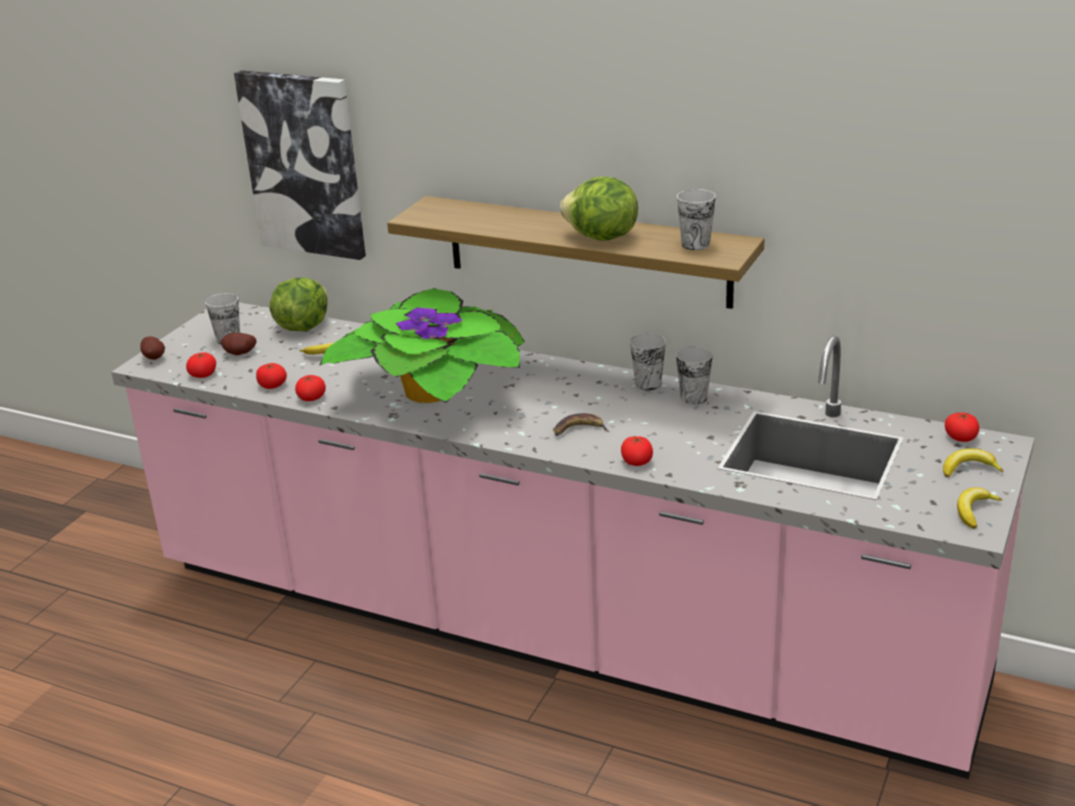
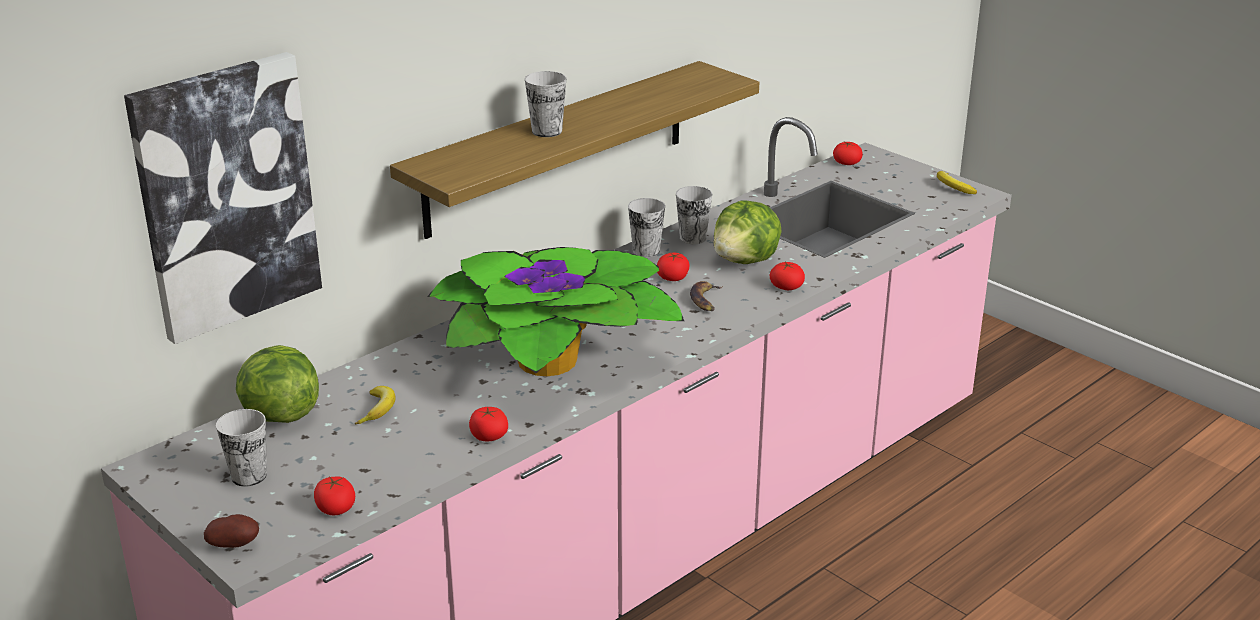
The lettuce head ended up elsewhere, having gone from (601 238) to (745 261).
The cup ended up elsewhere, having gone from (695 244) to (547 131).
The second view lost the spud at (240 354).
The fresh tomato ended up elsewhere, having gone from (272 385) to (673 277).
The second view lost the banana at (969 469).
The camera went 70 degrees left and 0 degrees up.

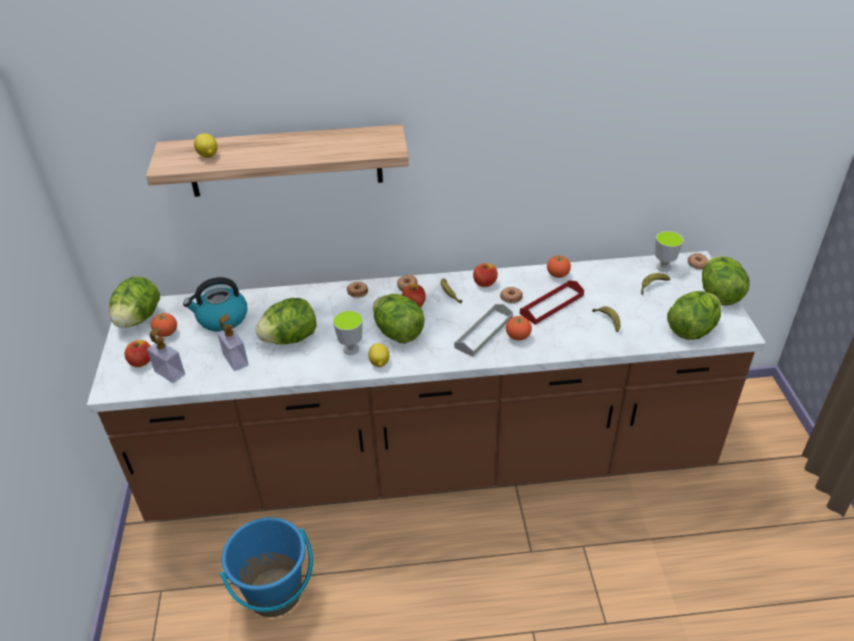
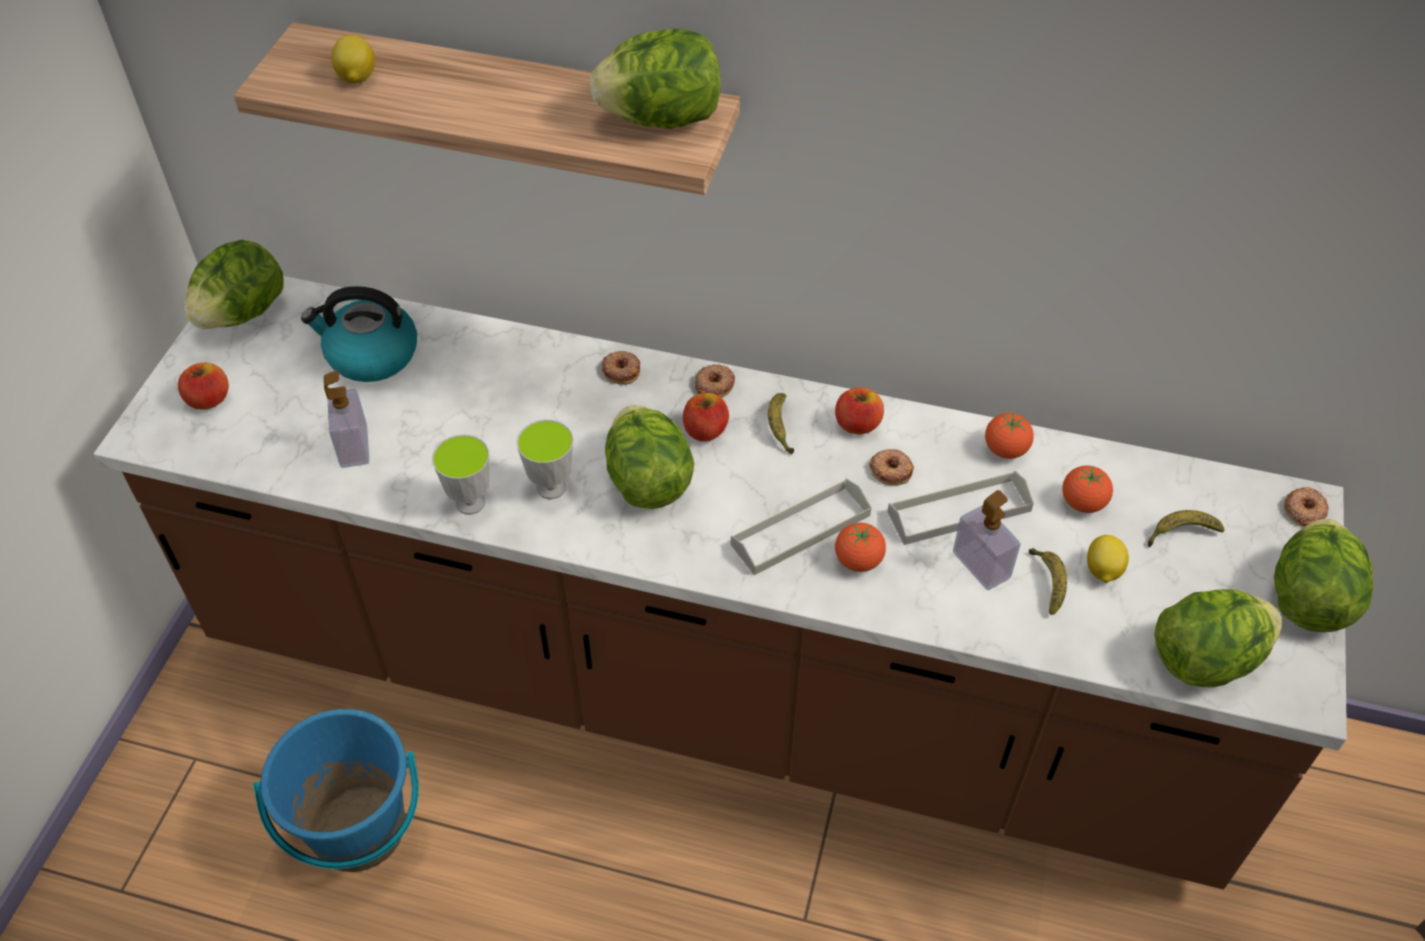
The cup ended up elsewhere, having gone from (663 267) to (470 502).
What was the tray (red) at (552 304) turned into the tray (gray) at (959 511).
The lettuce head ended up elsewhere, having gone from (290 338) to (661 119).
The fresh tomato ended up elsewhere, having gone from (166 333) to (1082 503).
The liquid soap bottle ended up elsewhere, having gone from (169 373) to (981 565).
The whole lemon ended up elsewhere, having gone from (379 363) to (1102 571).
The camera went 20 degrees right and 10 degrees up.

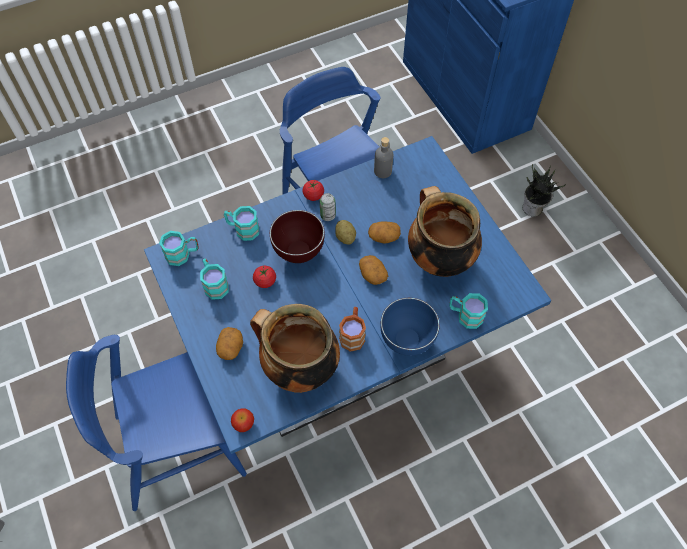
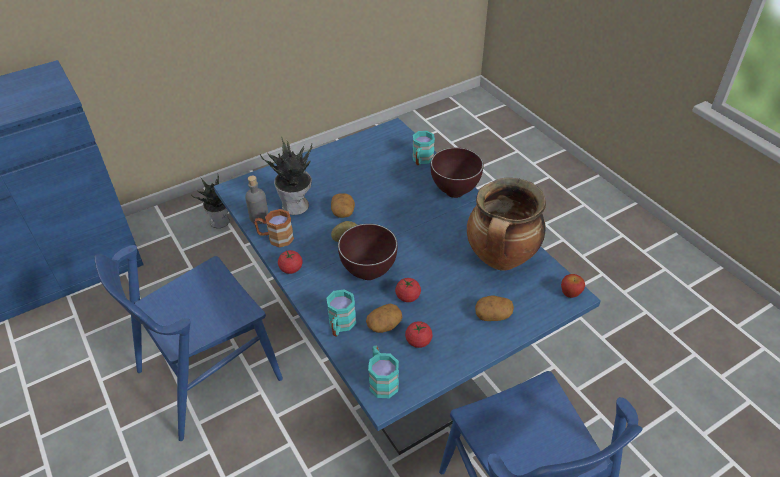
The second view lost the cooking pot at (438 259).
The second view lost the sealed can at (328 215).
The spud ended up elsewhere, having gone from (372 274) to (384 325).
Where the mug (turquoise) stood at (214 284), the fresh tomato came to stand at (418 341).
What was the bowl (bluish) at (405 340) turned into the bowl (brownish) at (454 193).
The mug (brownish) ended up elsewhere, having gone from (353 334) to (275 238).
The second view gained the potted plant at (296 206).
The camera went 95 degrees left and 15 degrees down.

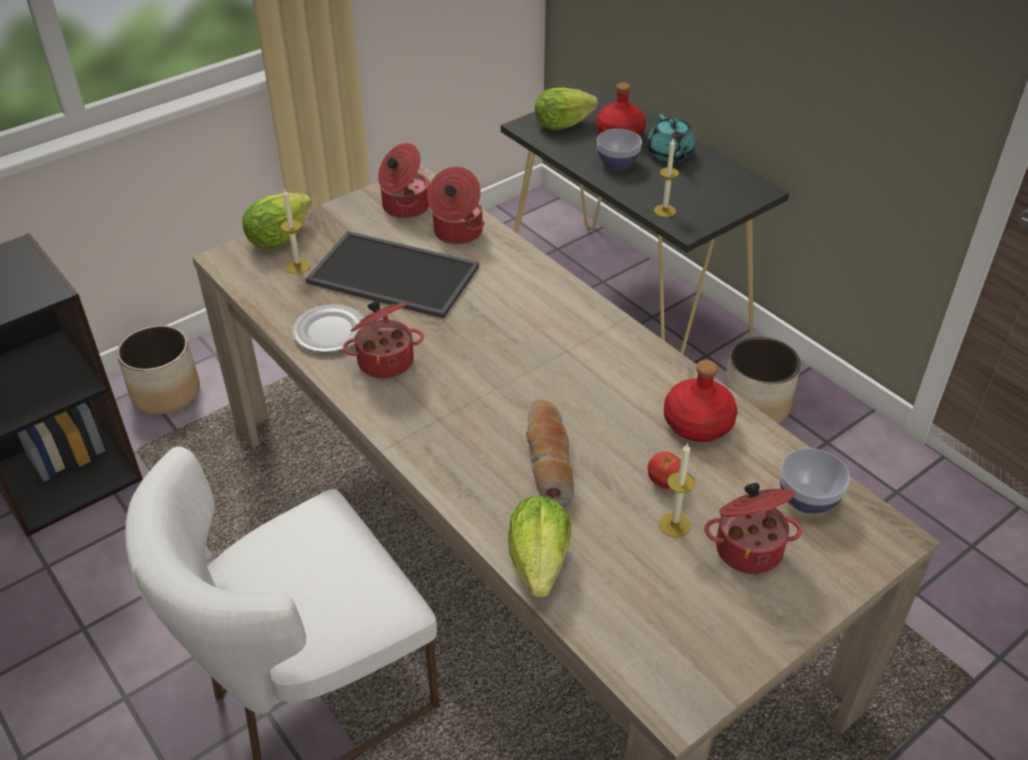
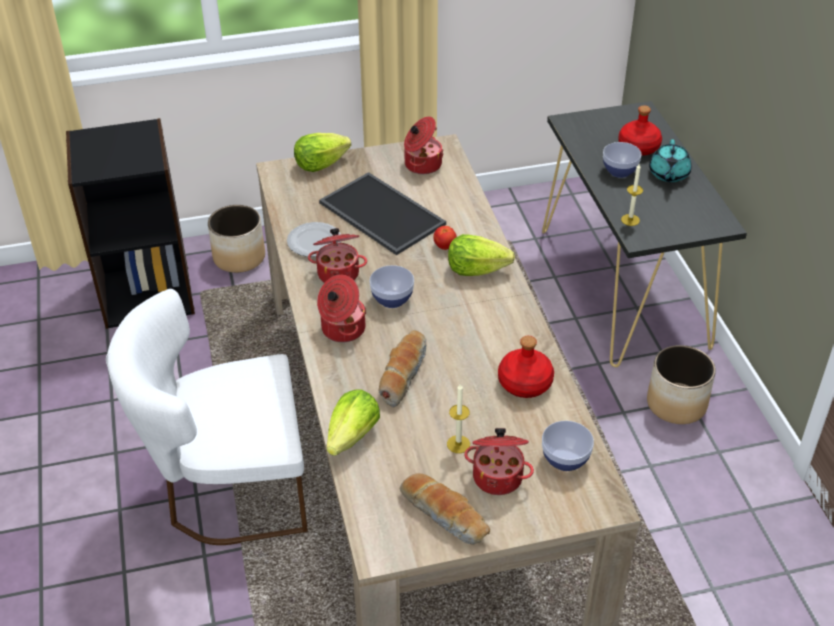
The lettuce head ended up elsewhere, having gone from (562 124) to (476 269).
The cooking pot ended up elsewhere, having gone from (457 232) to (342 329).
The second view lost the wax candle at (297 266).
The fresh tomato ended up elsewhere, having gone from (665 482) to (444 246).
The second view gained the bowl at (392 299).
The second view gained the bakery bread at (445 515).
The camera went 25 degrees right and 0 degrees up.

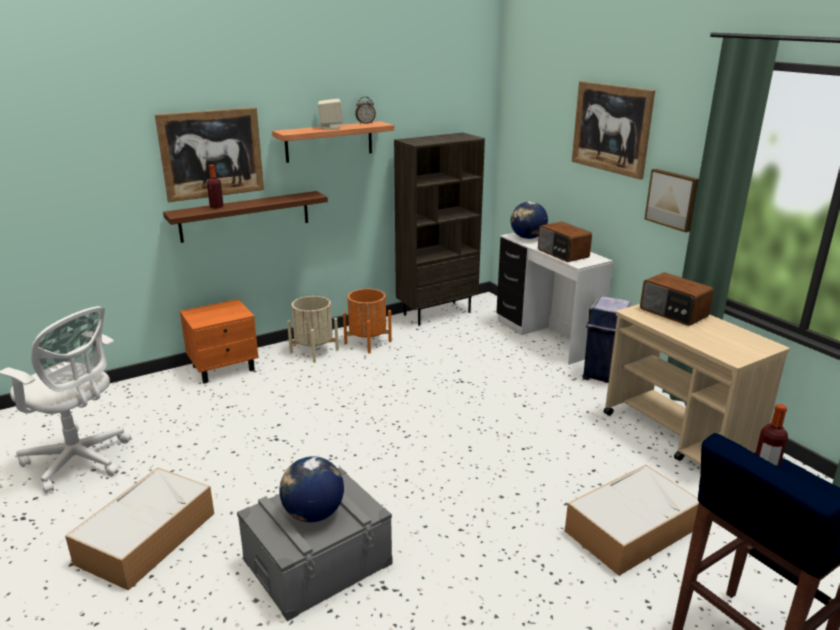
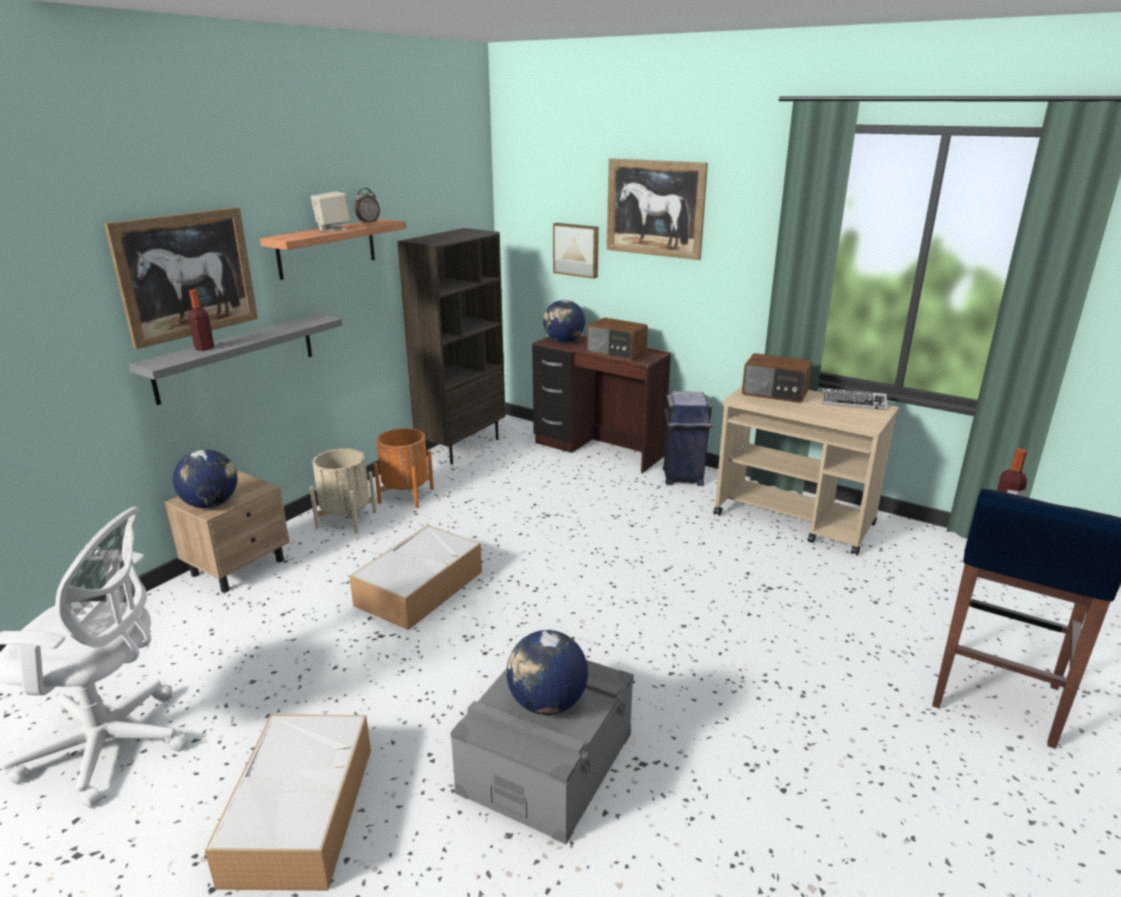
The picture ended up elsewhere, having gone from (672 199) to (577 250).
What was the wall shelf (brownish) at (245 216) turned into the wall shelf (gray) at (236 357).
What was the desk unit (whitish) at (545 337) turned into the desk unit (brownish) at (597 450).
What was the night table (orange-coloured) at (224 368) turned into the night table (beige) at (239 567).
The storage bin ended up elsewhere, having gone from (631 529) to (420 587).
The second view gained the PC keyboard at (853 403).
The second view gained the globe at (211 504).
The camera went 25 degrees left and 0 degrees up.

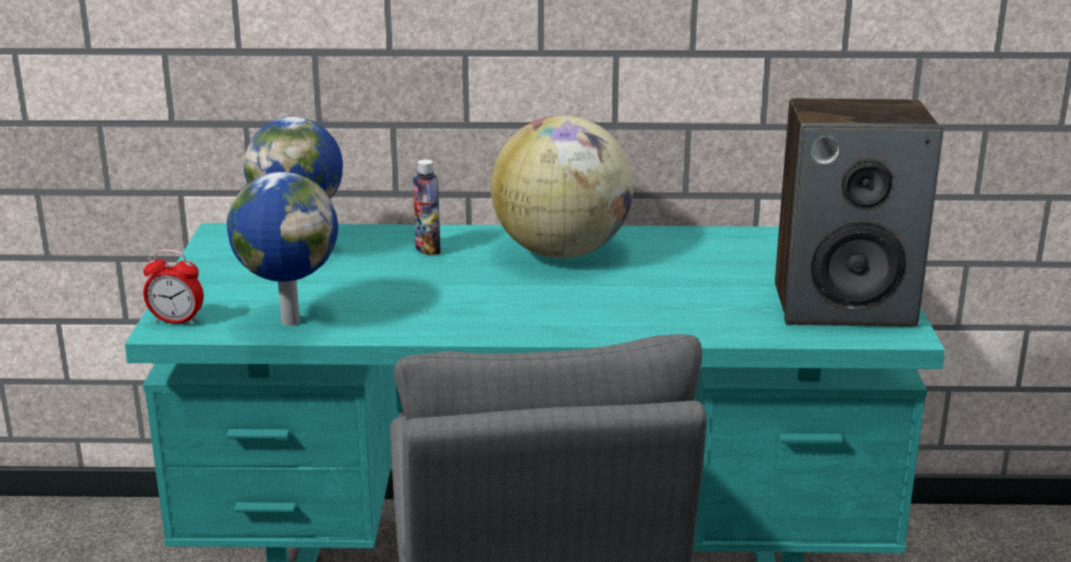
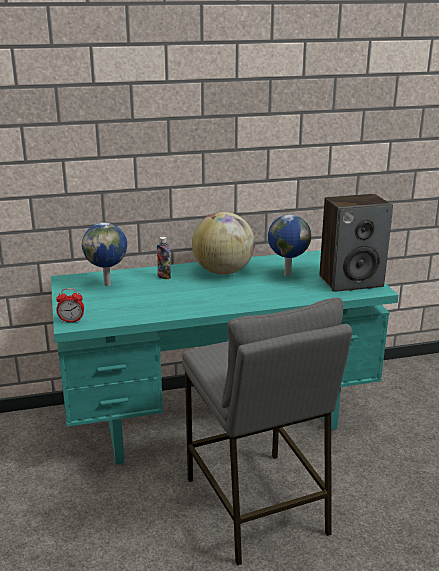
The globe ended up elsewhere, having gone from (289 321) to (286 274).
The camera went 15 degrees left and 0 degrees up.

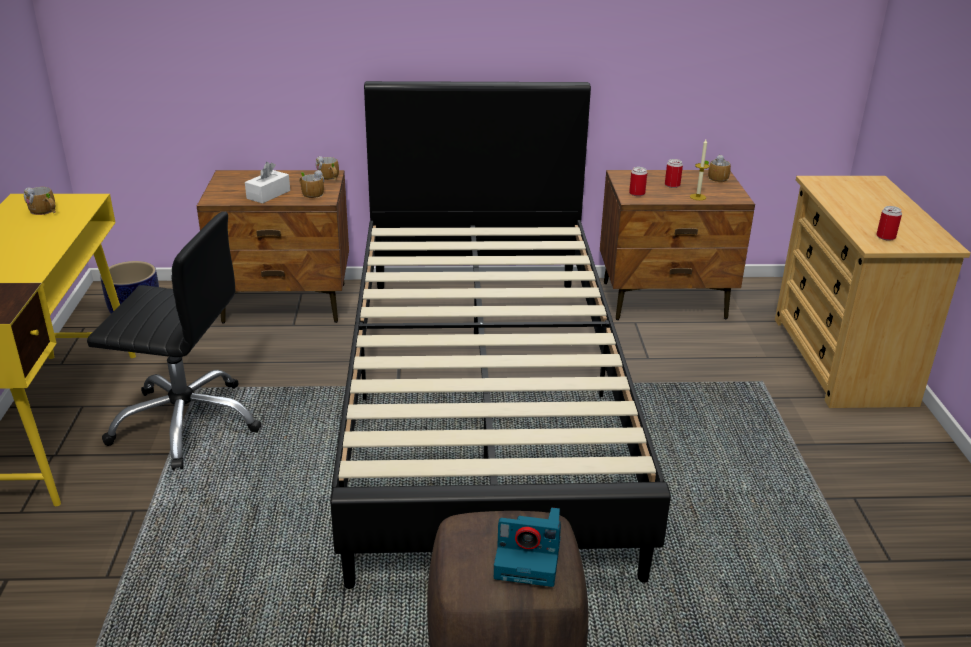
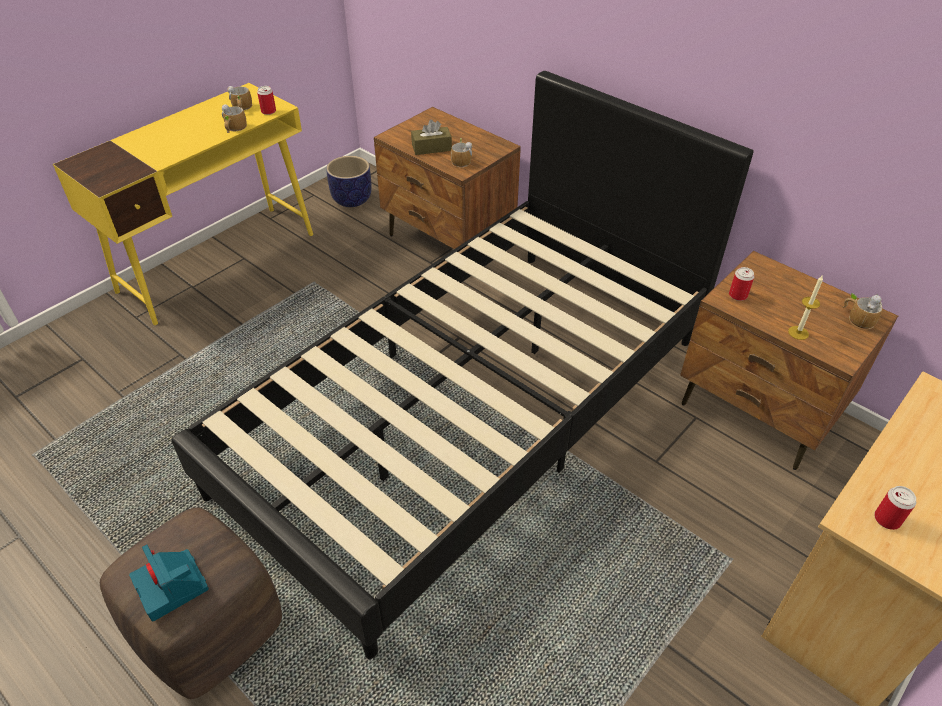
The mug ended up elsewhere, having gone from (329 178) to (234 128).
The sealed can ended up elsewhere, having gone from (672 185) to (268 111).
What was the box of tissues (whitish) at (268 194) turned into the box of tissues (brownish) at (431 148).
The second view lost the office chair (blackish) at (186 423).
The camera went 45 degrees right and 15 degrees up.

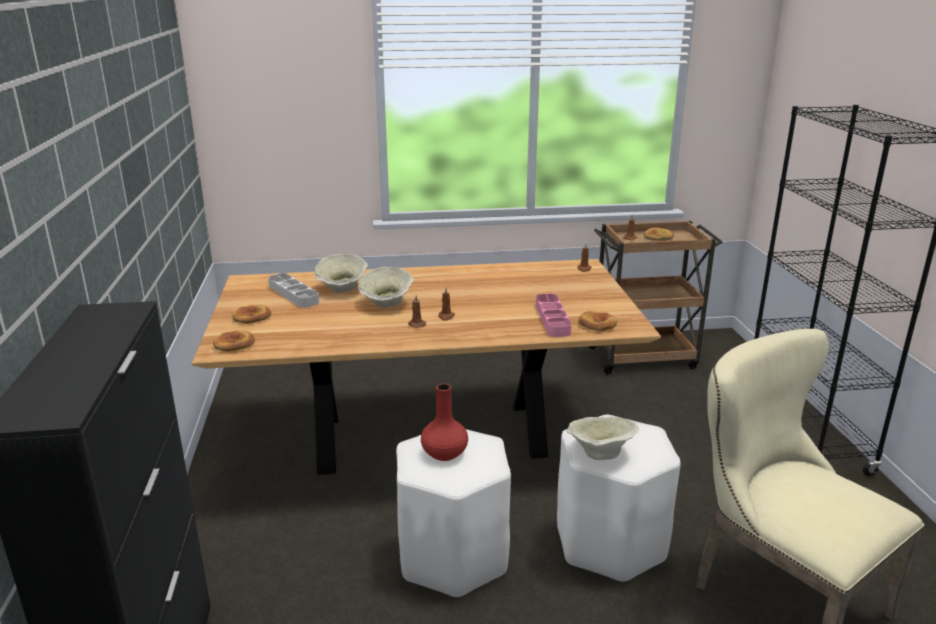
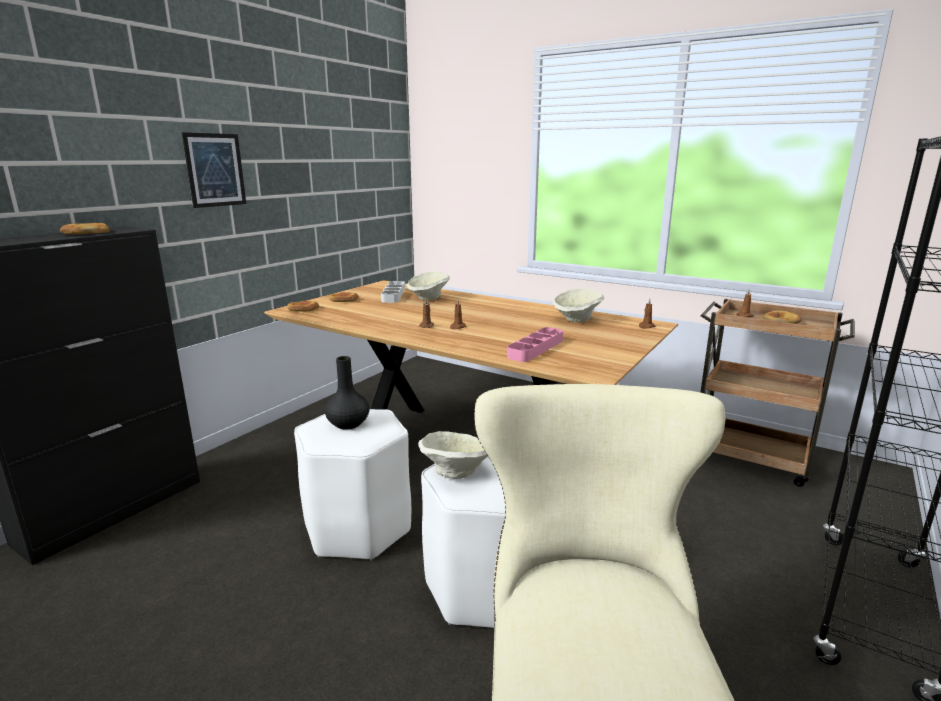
The bowl (beige) ended up elsewhere, having gone from (387 304) to (576 320).
The bakery bread ended up elsewhere, having gone from (597 324) to (86 233).
What was the flower vase (red) at (444 454) turned into the flower vase (blackish) at (347 424).
The second view gained the picture at (215 170).
The camera went 40 degrees right and 5 degrees down.

